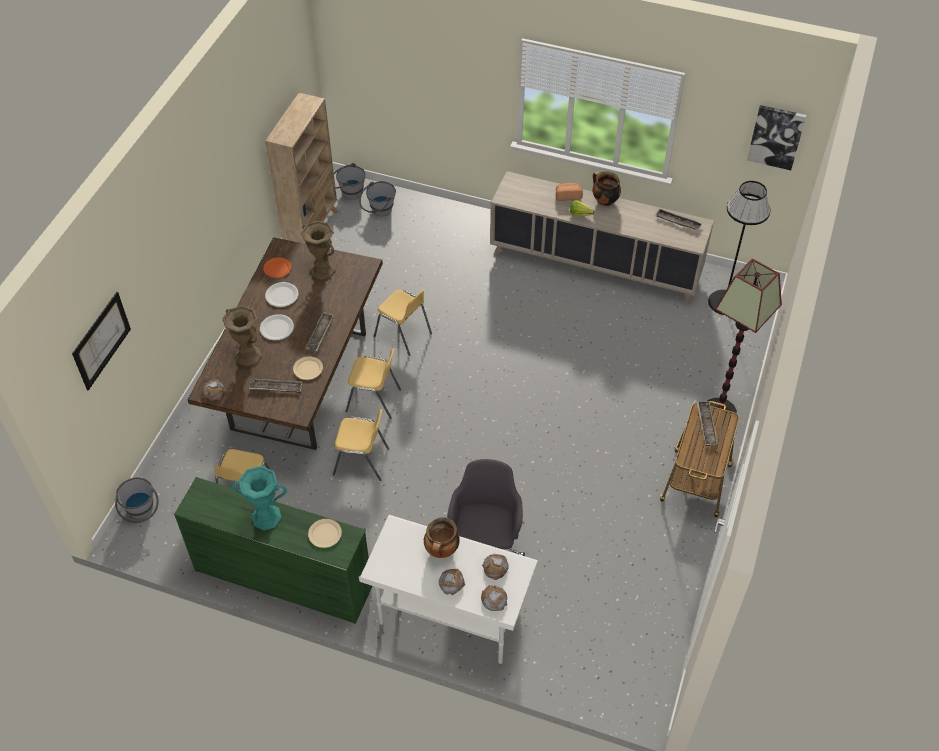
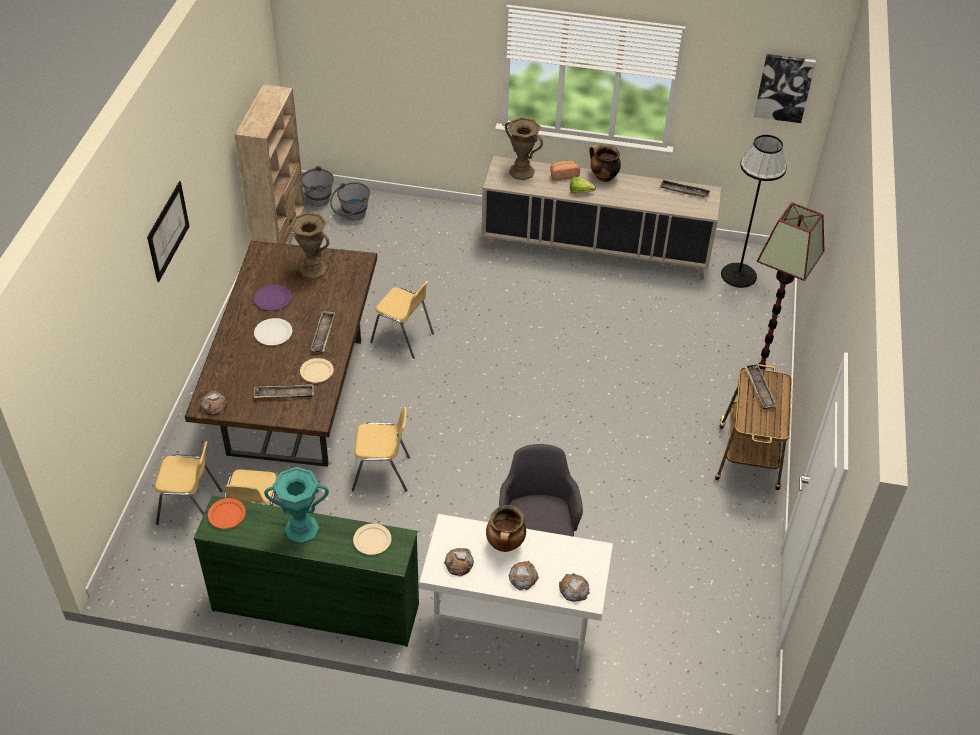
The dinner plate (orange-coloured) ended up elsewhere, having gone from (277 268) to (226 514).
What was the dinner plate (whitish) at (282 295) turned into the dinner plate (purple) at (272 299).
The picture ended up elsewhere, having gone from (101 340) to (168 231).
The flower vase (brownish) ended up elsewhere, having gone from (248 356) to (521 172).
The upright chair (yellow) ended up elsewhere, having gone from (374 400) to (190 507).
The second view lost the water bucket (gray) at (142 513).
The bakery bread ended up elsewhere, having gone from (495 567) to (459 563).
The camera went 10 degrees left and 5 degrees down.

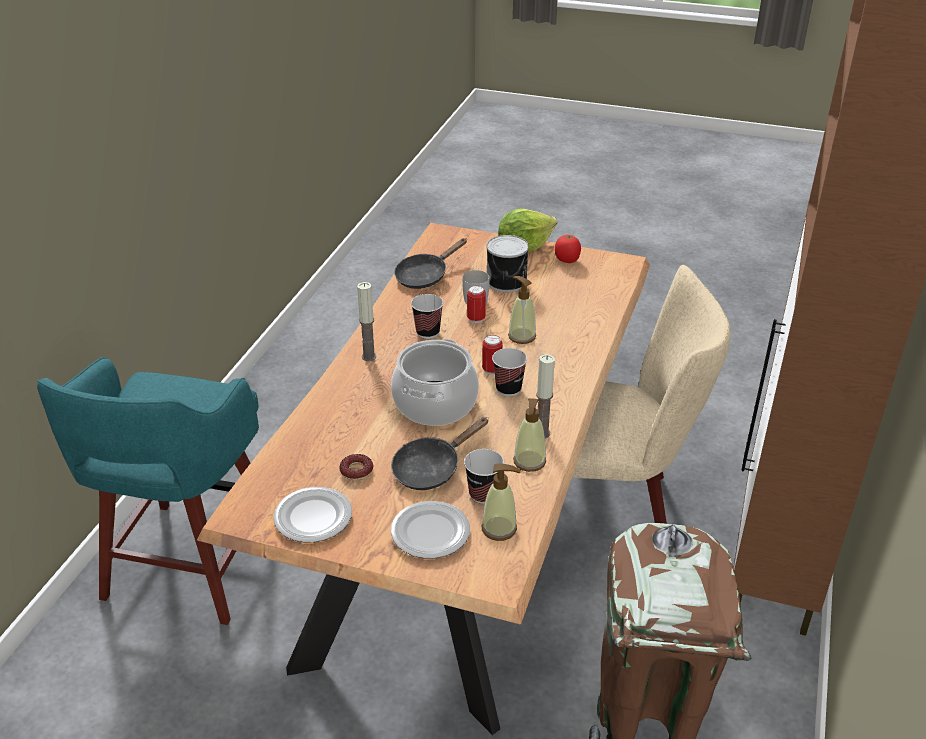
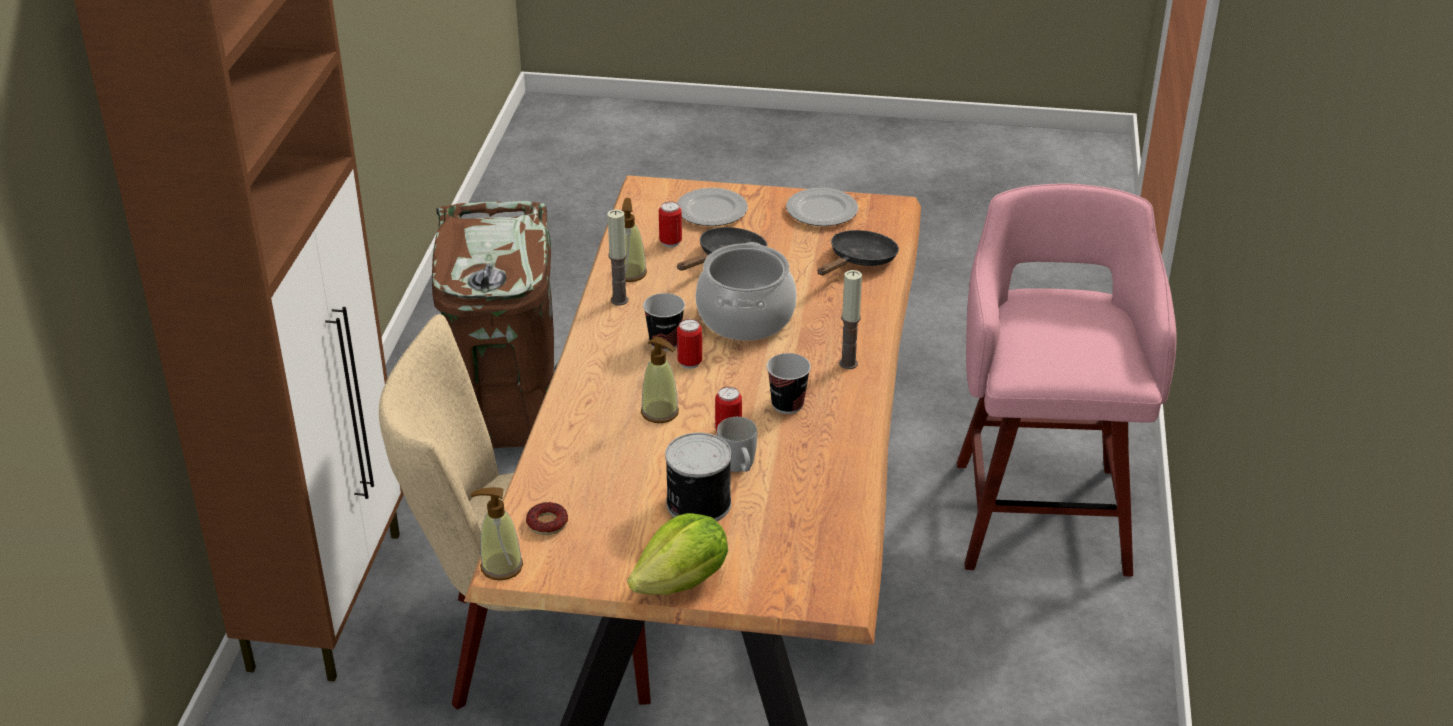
The second view lost the fresh tomato at (567 260).
The pan (blackish) ended up elsewhere, having gone from (425 276) to (859 261).
What was the sitting stool (turquoise) at (189 566) turned into the sitting stool (pinkish) at (1041 512).
Where the cup stood at (483 494), the sealed can came to stand at (670 242).
The doughnut ended up elsewhere, having gone from (356 471) to (547 523).
The liquid soap bottle ended up elsewhere, having gone from (499 529) to (501 566).
The camera went 170 degrees right and 0 degrees up.

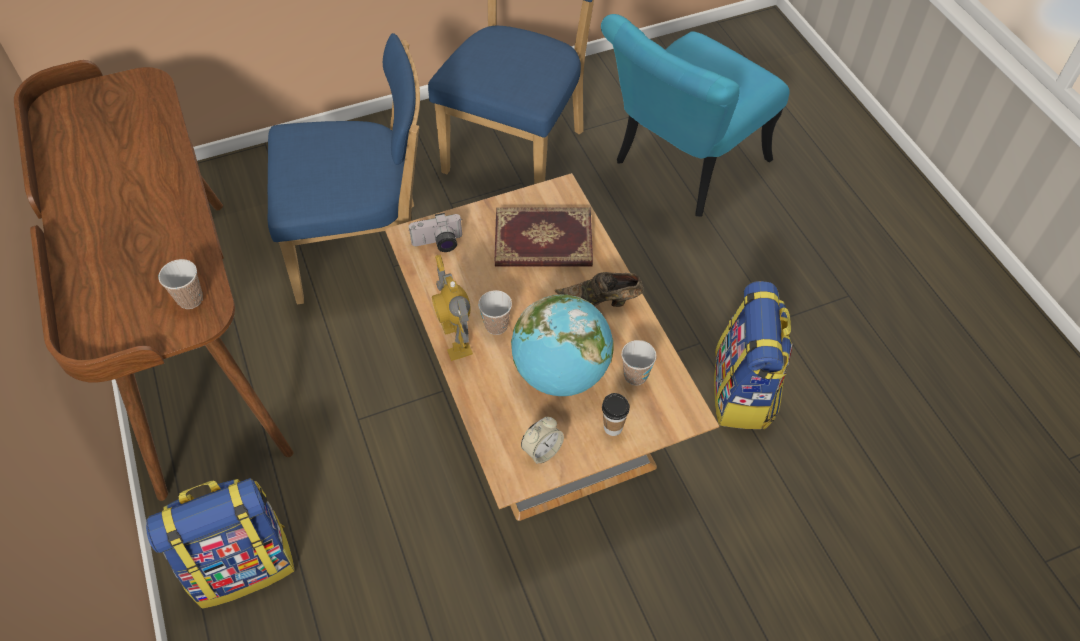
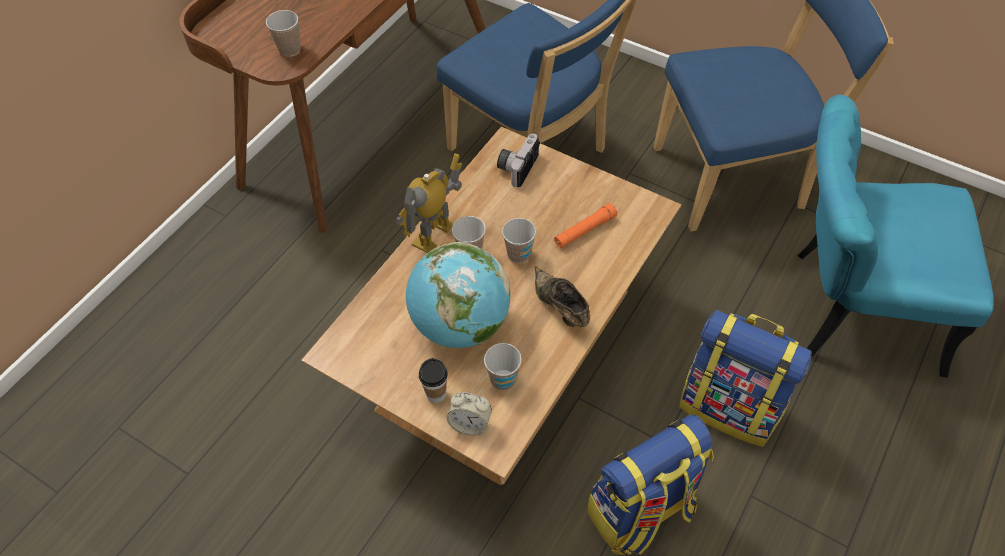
Where the volume stood at (543 242), the flashlight (orange-coloured) came to stand at (584 231).
The photo camera at (438 244) ended up facing another way, 75 degrees clockwise from before.
The alarm clock ended up elsewhere, having gone from (542 450) to (470 424).
The rucksack ended up elsewhere, having gone from (243 564) to (731 406).
The second view gained the cup at (519 254).
The camera went 55 degrees right and 0 degrees up.

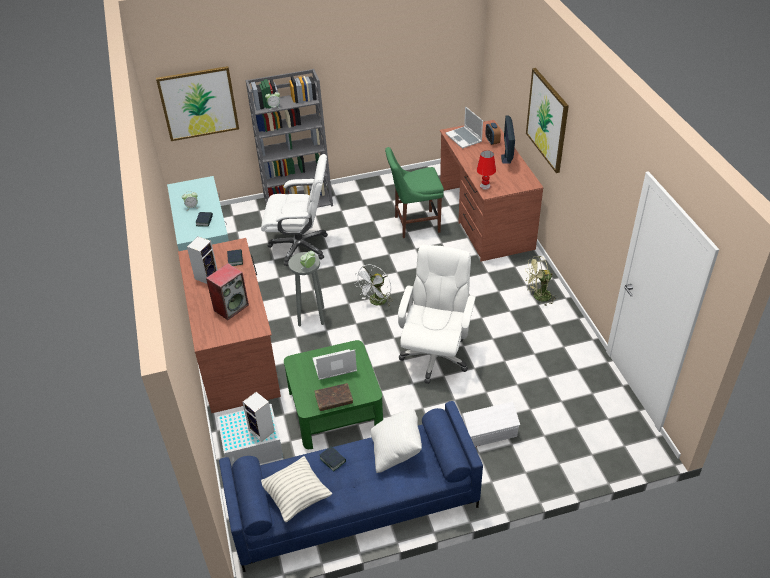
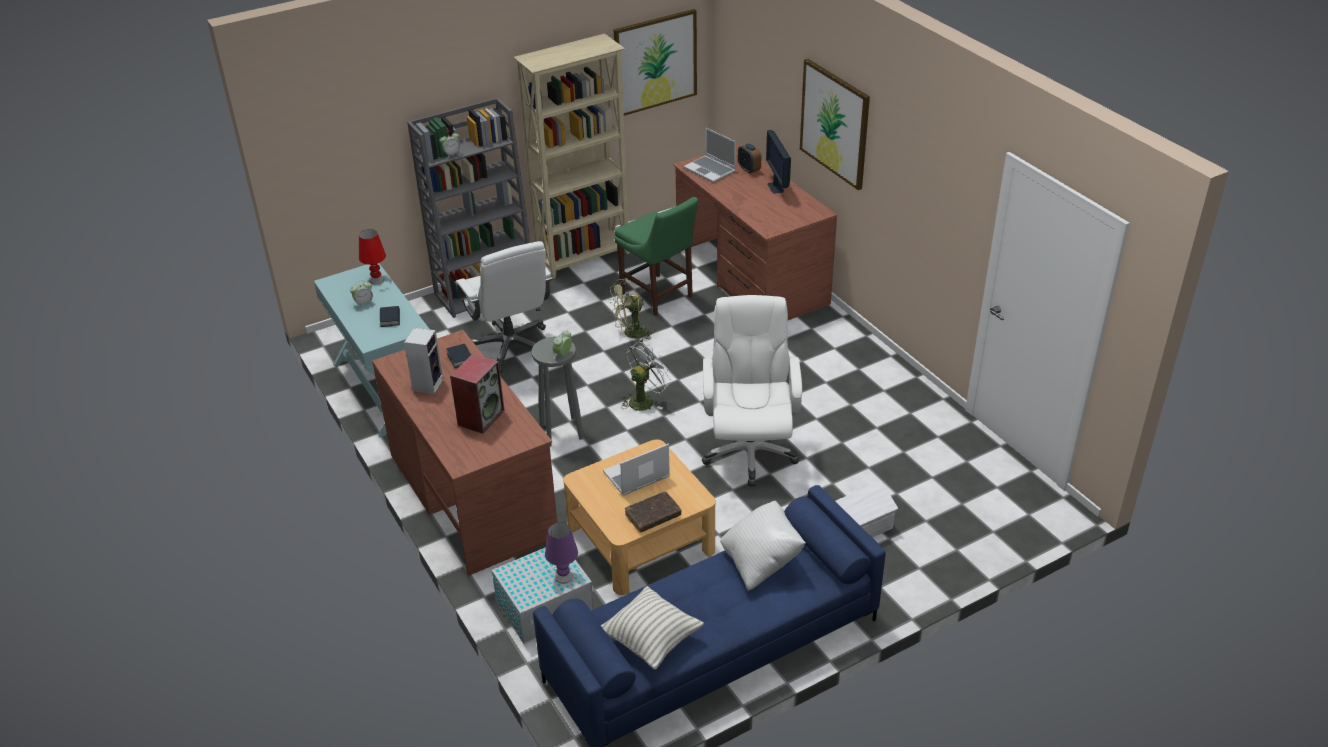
The picture ended up elsewhere, having gone from (198 103) to (655 62).
The upright chair (greenish) at (414 224) ended up facing another way, 105 degrees counterclockwise from before.
The lamp for a table (red) ended up elsewhere, having gone from (485 186) to (376 279).
The office chair (whitish) at (300 246) ended up facing another way, 75 degrees clockwise from before.
The cooling fan (greenish) ended up elsewhere, having gone from (538 297) to (631 334).
The cooling fan (whitish) at (376 302) ended up facing another way, 150 degrees counterclockwise from before.
What was the coffee table (greenish) at (335 409) turned into the coffee table (beige) at (640 540).
Where the audio speaker stood at (262 431), the lamp for a table (purple) came to stand at (564 576).
The second view lost the volume at (332 460).
The second view gained the bookshelf (beige) at (584 258).
The camera went 15 degrees left and 5 degrees down.

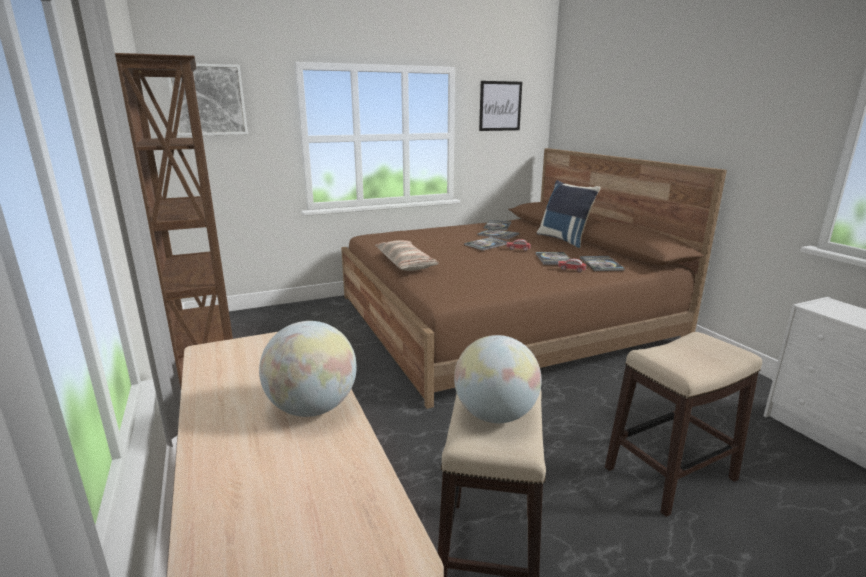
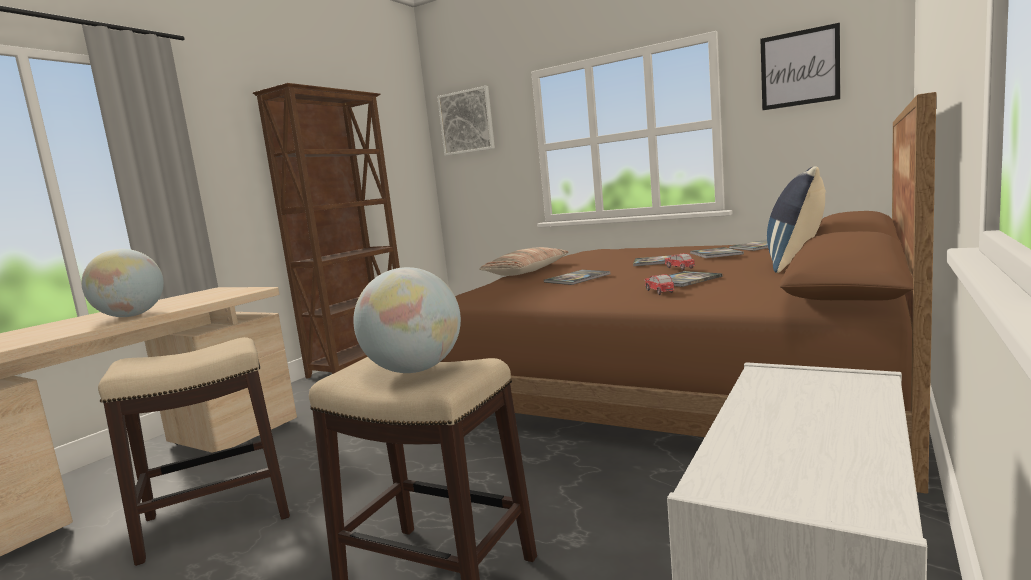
The volume ended up elsewhere, having gone from (601 264) to (577 278).
The globe ended up elsewhere, having gone from (495 415) to (415 370).
The camera went 55 degrees right and 10 degrees down.

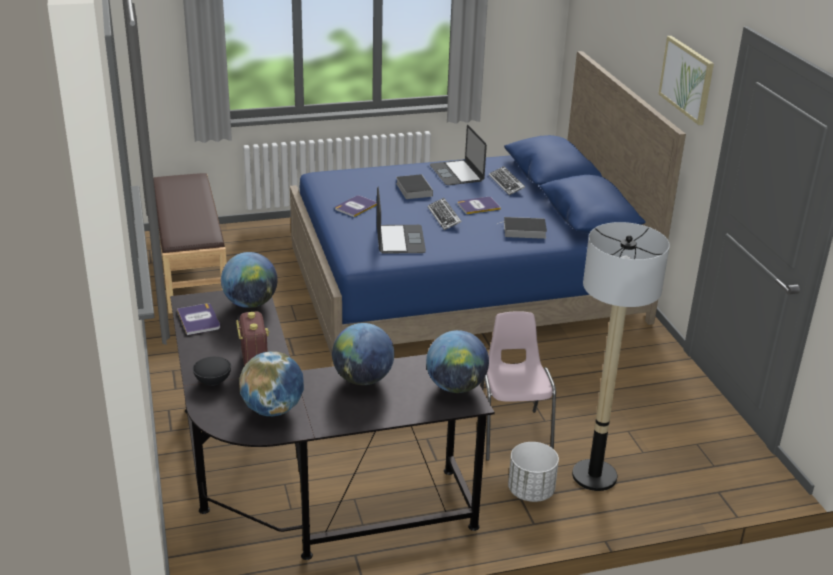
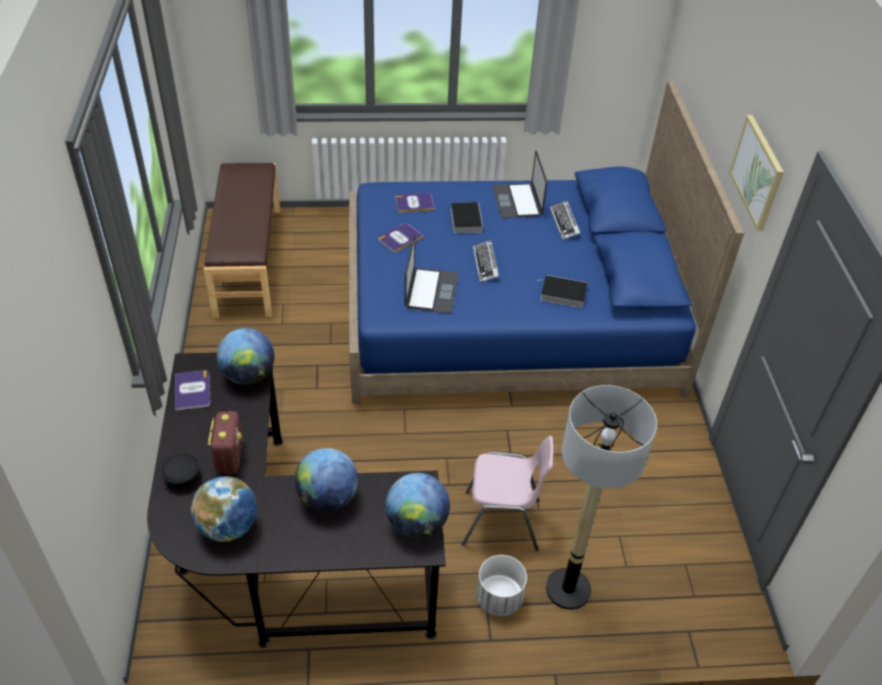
The volume ended up elsewhere, having gone from (478 206) to (414 203).
The upright chair (pinkish) at (513 434) ended up facing another way, 90 degrees clockwise from before.
The camera went 10 degrees right and 15 degrees up.

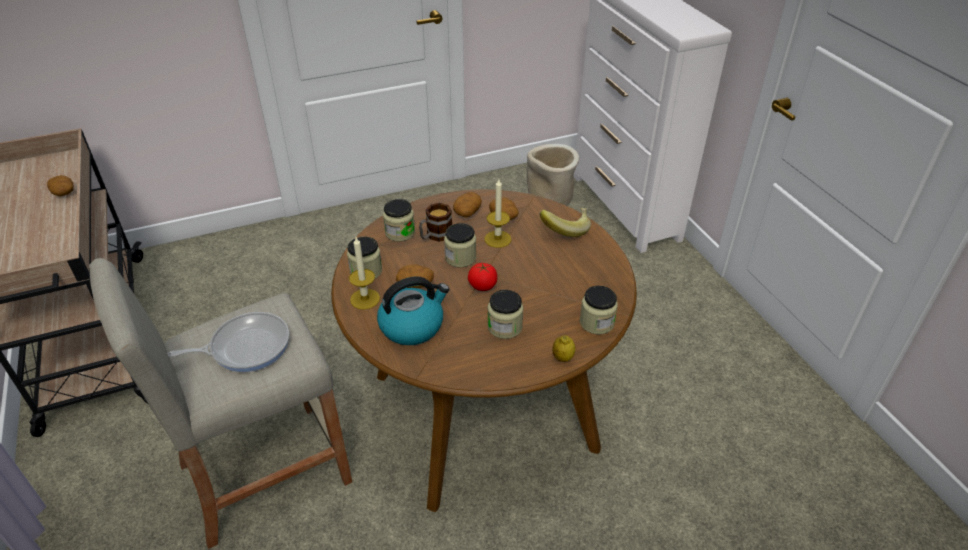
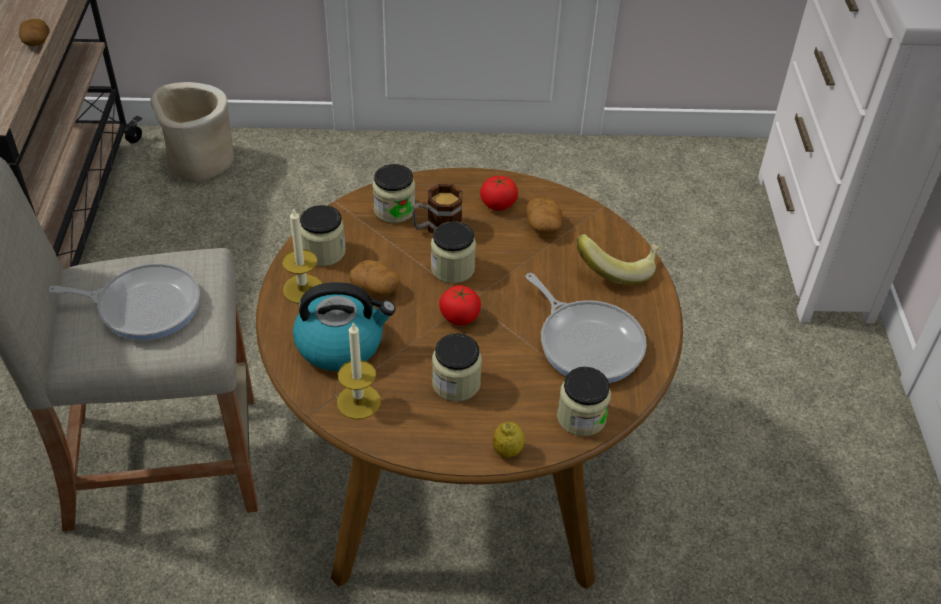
The planter (beige) ended up elsewhere, having gone from (550 198) to (199 162).
The wax candle ended up elsewhere, having gone from (497 239) to (358 402).
Where the spud stood at (467 211), the fresh tomato came to stand at (498 204).
The second view gained the pan at (587 343).
The camera went 20 degrees right and 5 degrees up.

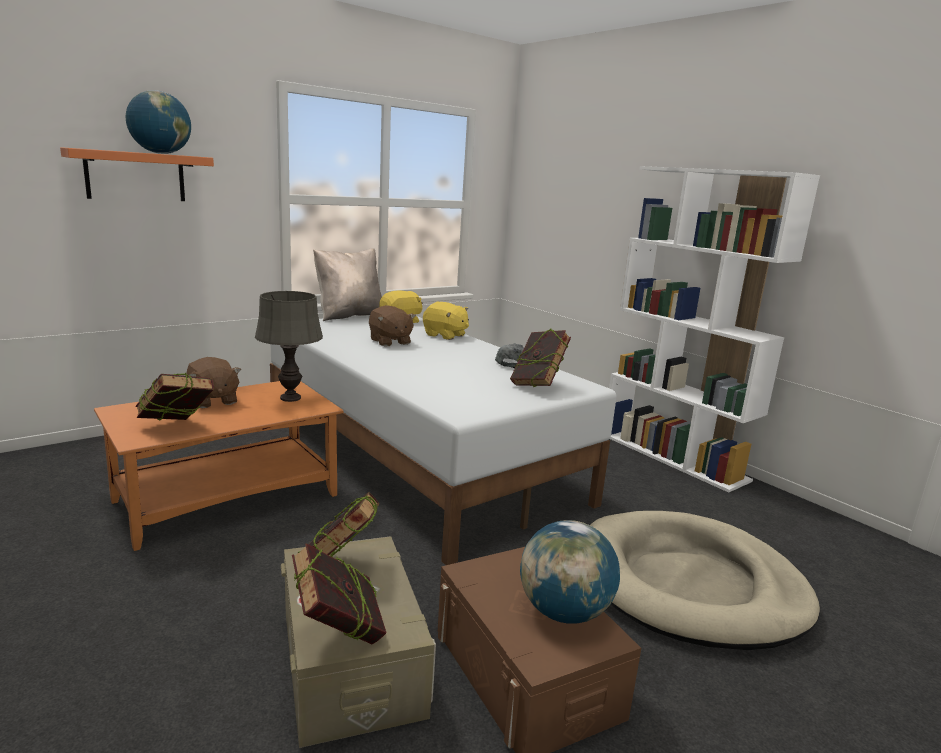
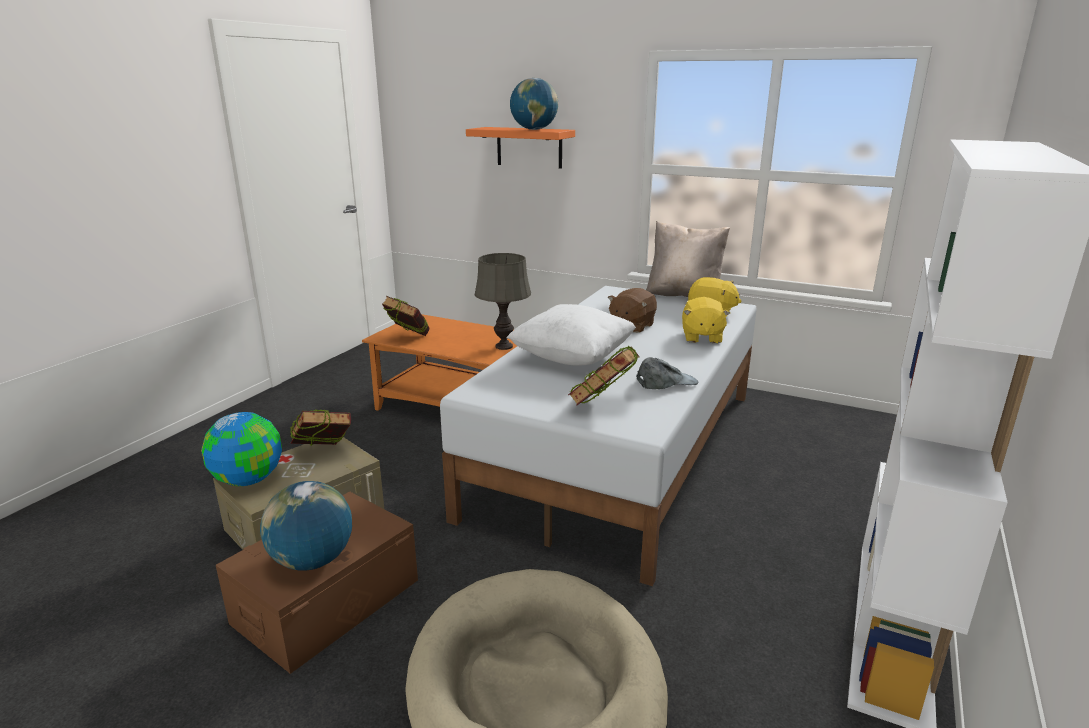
The second view lost the cuddly toy (brownish) at (212 400).
Where the volume stood at (339 635), the globe came to stand at (249 479).
The second view gained the cushion (whitish) at (572 358).
The camera went 65 degrees right and 5 degrees up.

